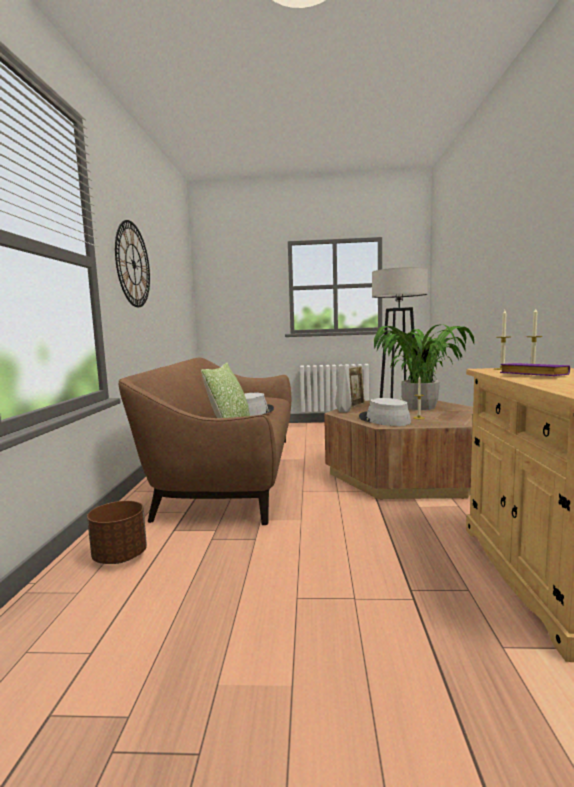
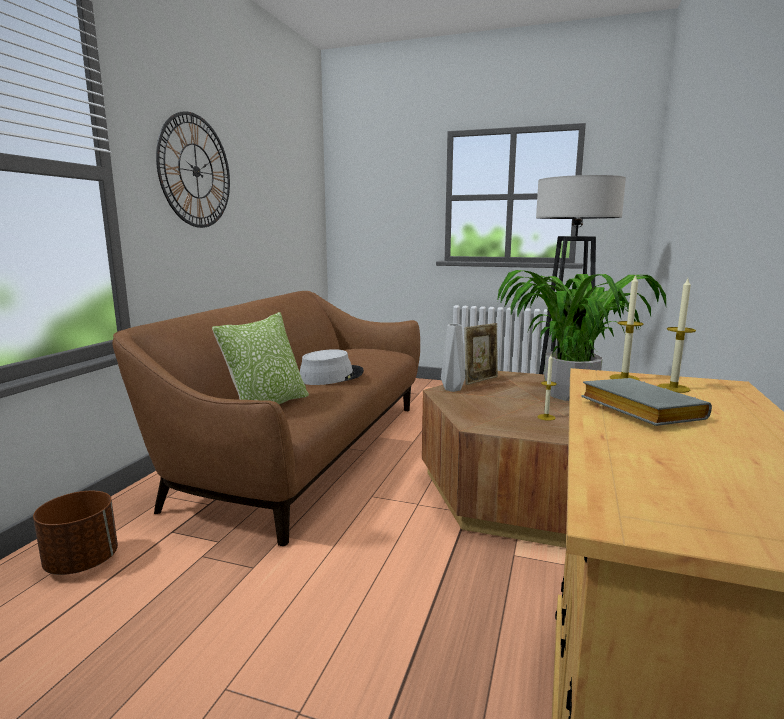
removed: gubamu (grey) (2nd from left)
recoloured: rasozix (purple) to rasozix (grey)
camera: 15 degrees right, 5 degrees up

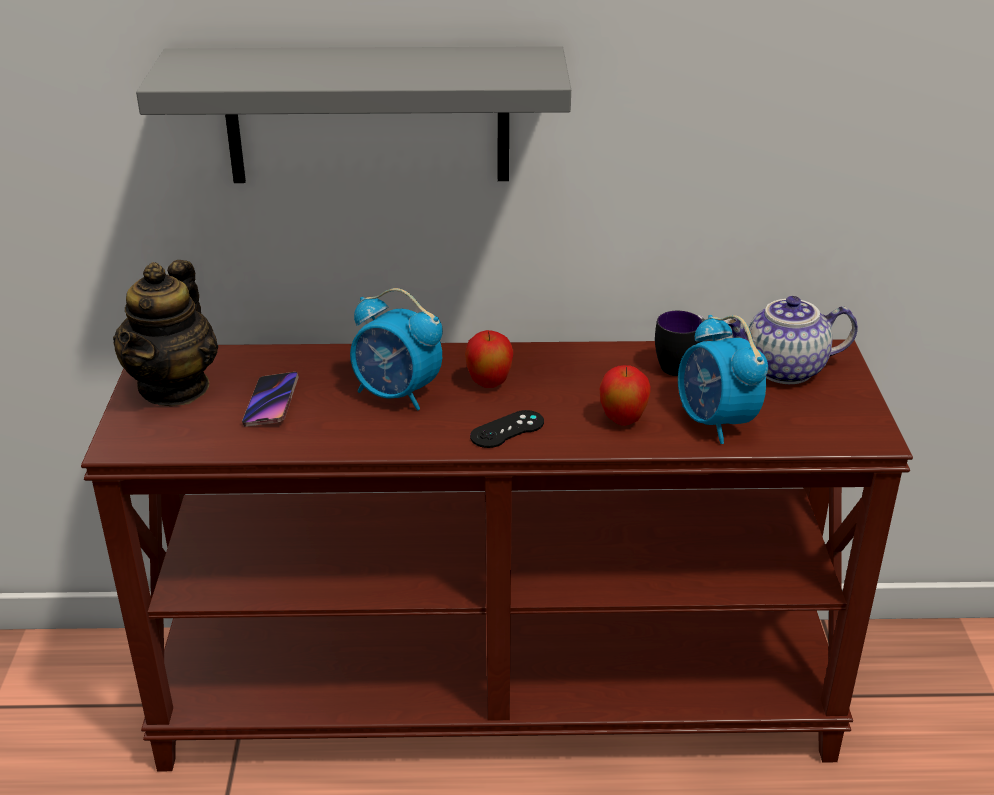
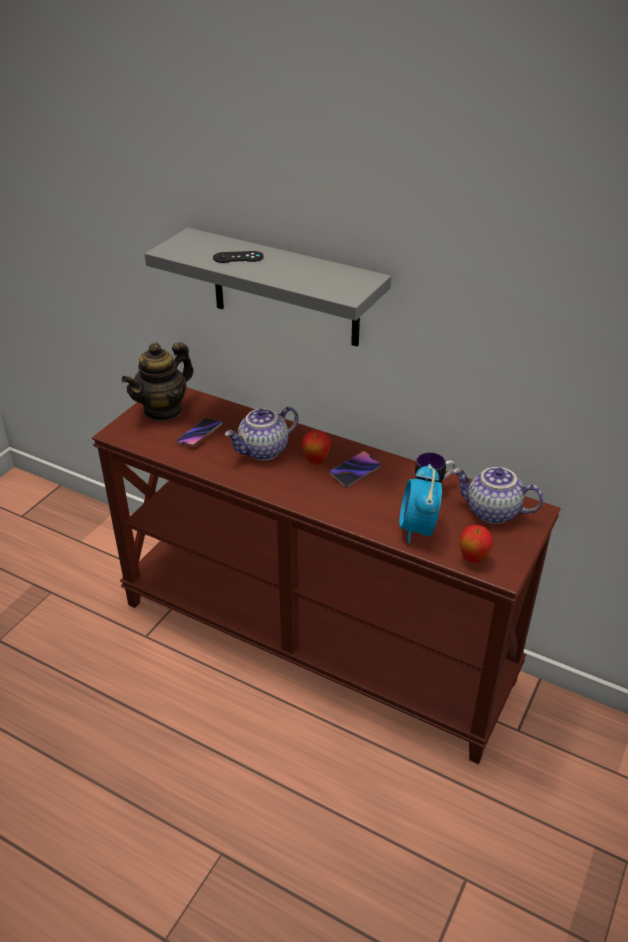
added: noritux (2nd from left)
moved: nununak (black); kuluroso (2nd from left)
replaced: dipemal (1st from left) to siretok (2nd from left)
camera: 30 degrees right, 5 degrees up

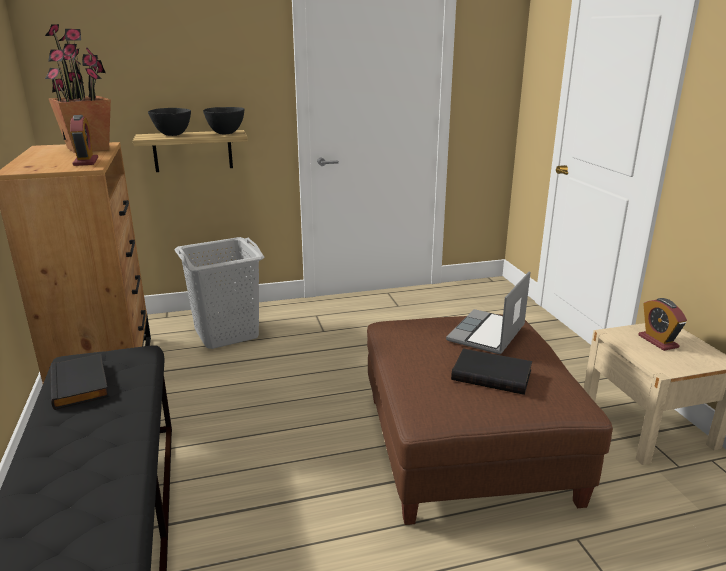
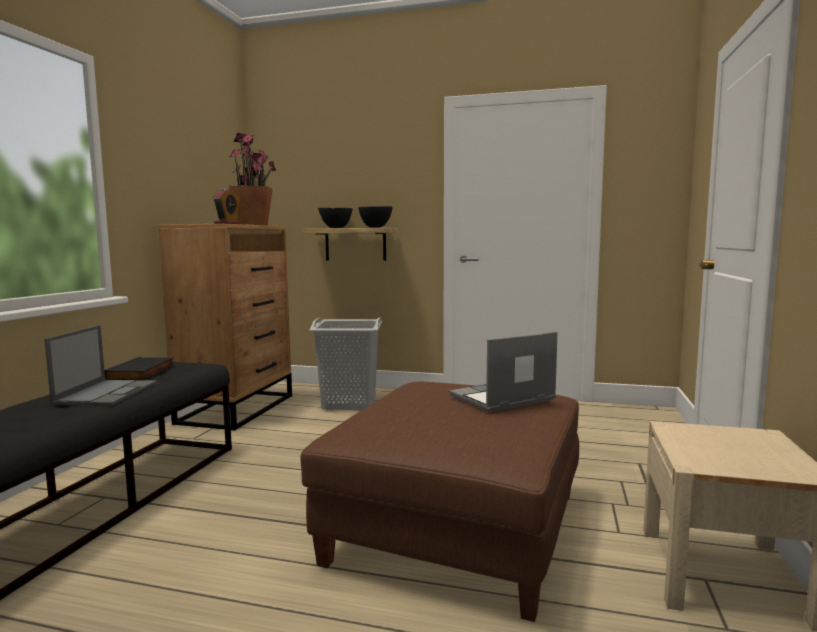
removed: rasozix (black) (2nd from left); dipemal (2nd from left)
added: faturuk (1st from left)
camera: 30 degrees right, 15 degrees down

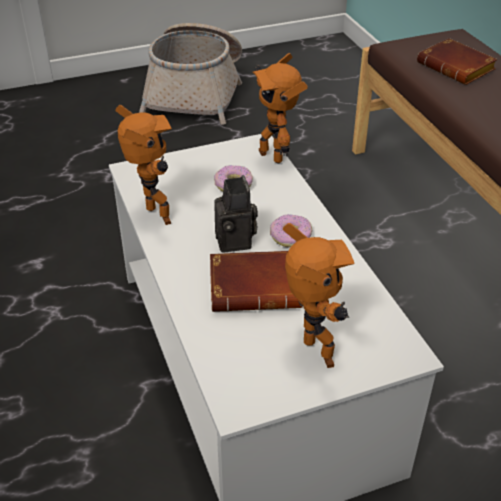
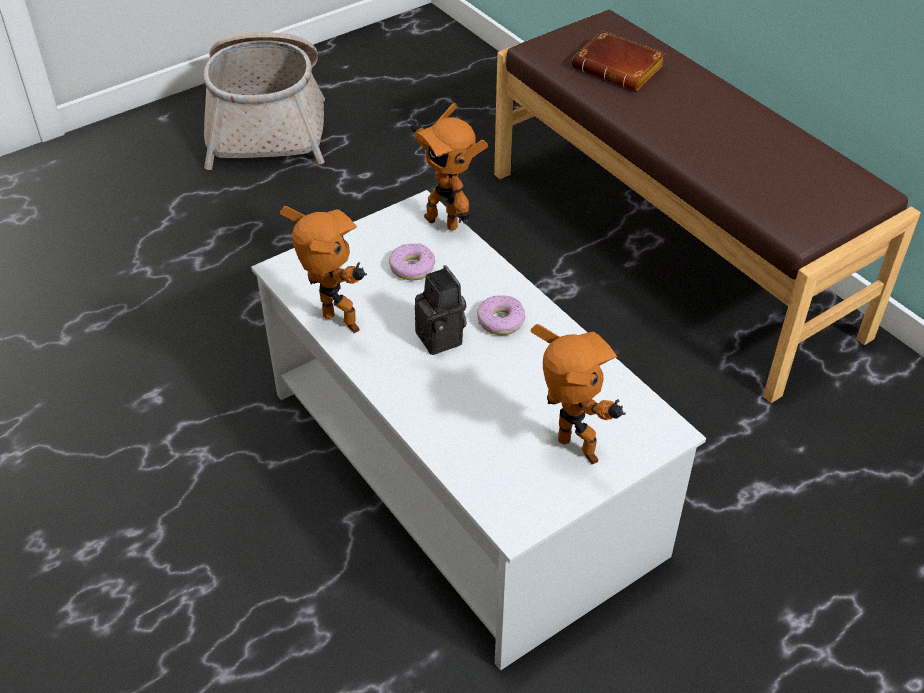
removed: rasozix (brown) (1st from left)
camera: 15 degrees left, 5 degrees up

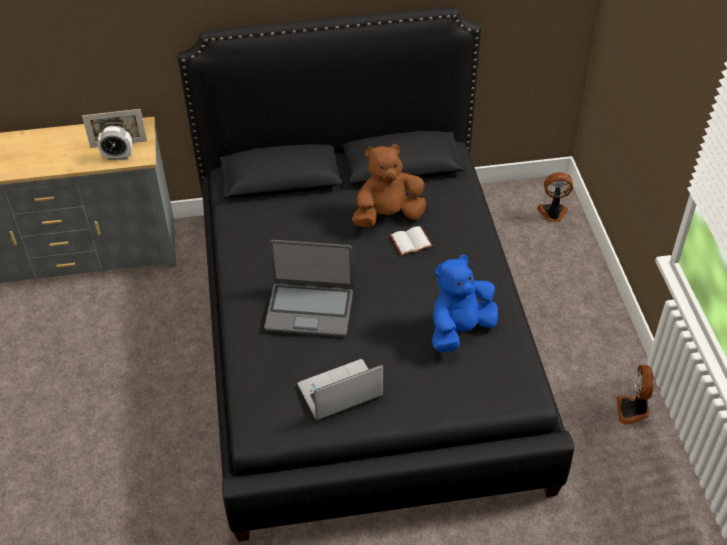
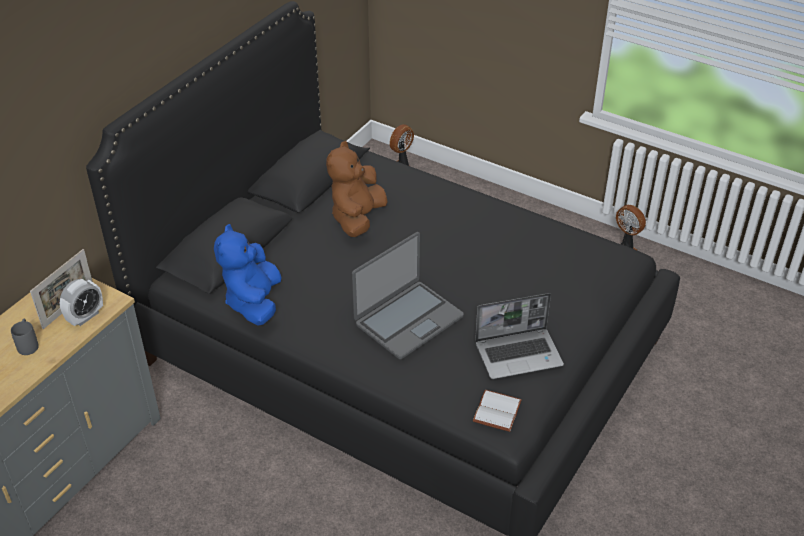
added: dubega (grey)
moved: rasozix (white); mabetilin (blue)
turned: faturuk (2nd from left) 120 degrees counterclockwise
camera: 50 degrees left, 5 degrees down

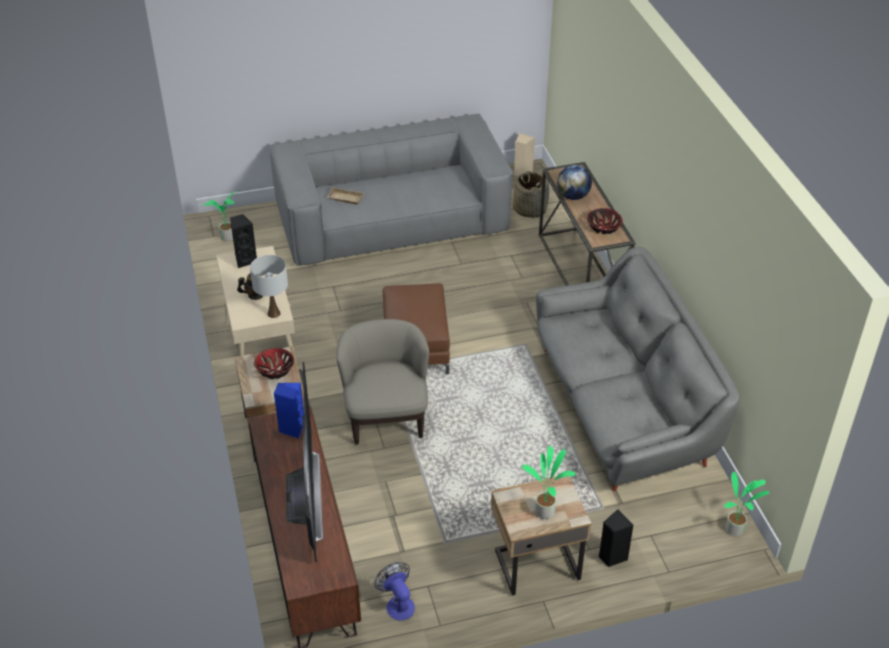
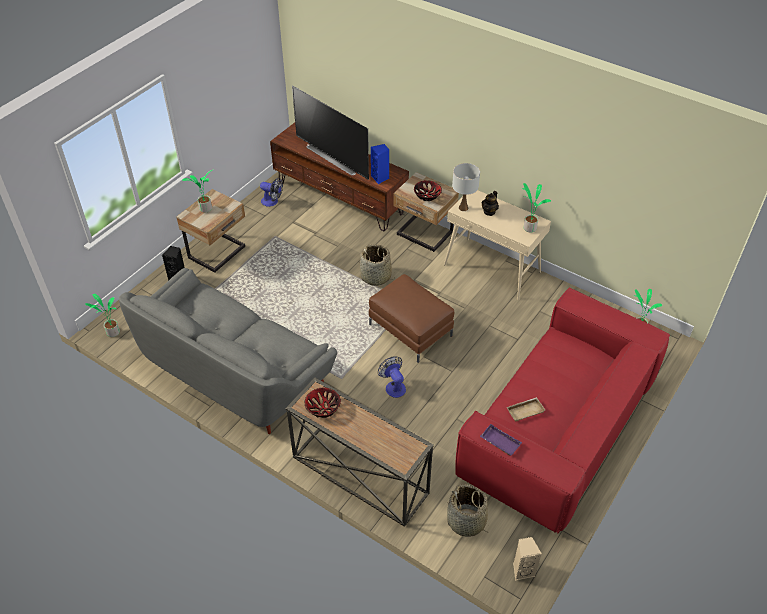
removed: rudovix
added: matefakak (2nd from left); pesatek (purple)
moved: pesatek (beige)
replaced: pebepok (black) (1st from left) to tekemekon (3rd from left); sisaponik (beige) to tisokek (1st from left)
recoloured: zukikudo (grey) (1st from left) to zukikudo (red)
camera: 140 degrees right, 5 degrees up

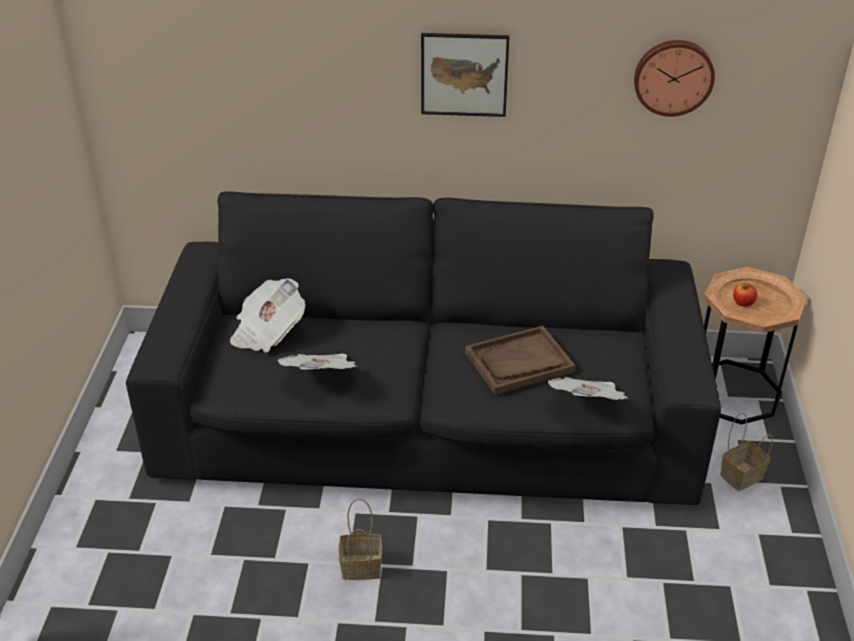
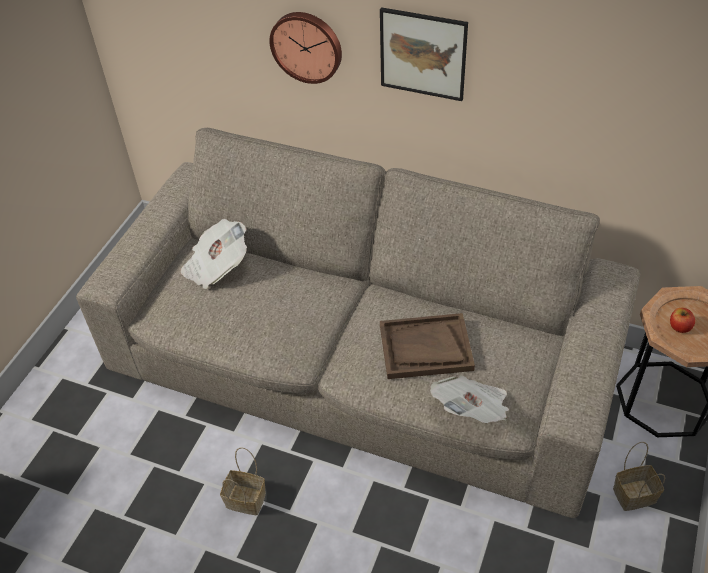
removed: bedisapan (2nd from left)
moved: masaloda
recoloured: zukikudo (black) to zukikudo (beige)
camera: 20 degrees right, 10 degrees up

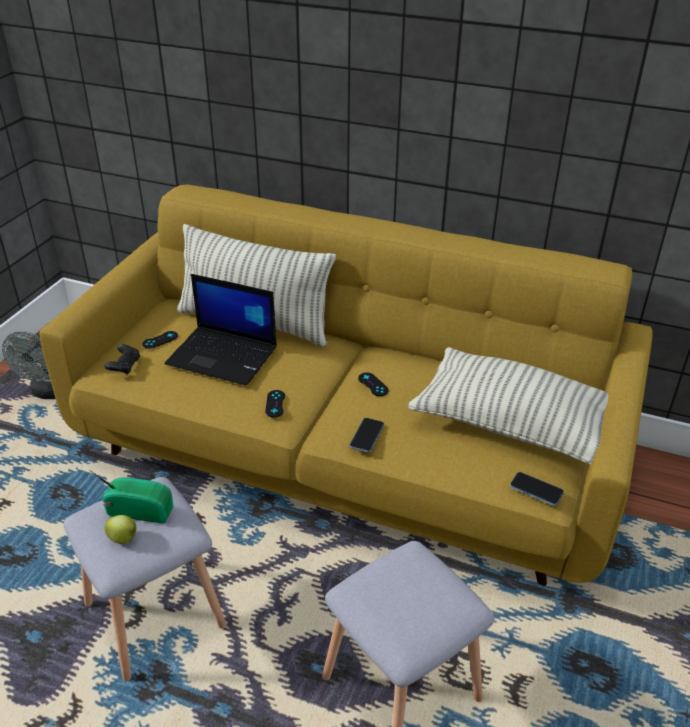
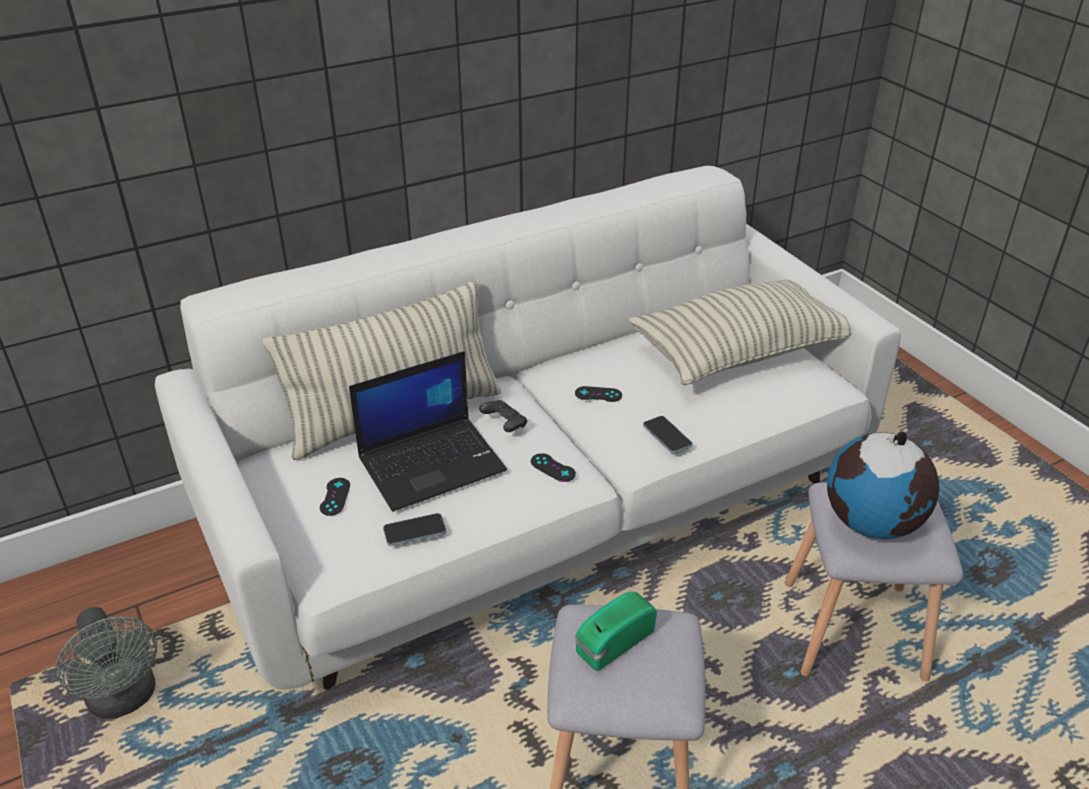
removed: kuluroso
added: rudovix
moved: nununak (black) (1st from left in the first image) to nununak (black) (2nd from left); noritux (2nd from left in the first image) to noritux (1st from left)
recoloured: zukikudo (yellow) to zukikudo (white)
camera: 50 degrees left, 0 degrees up

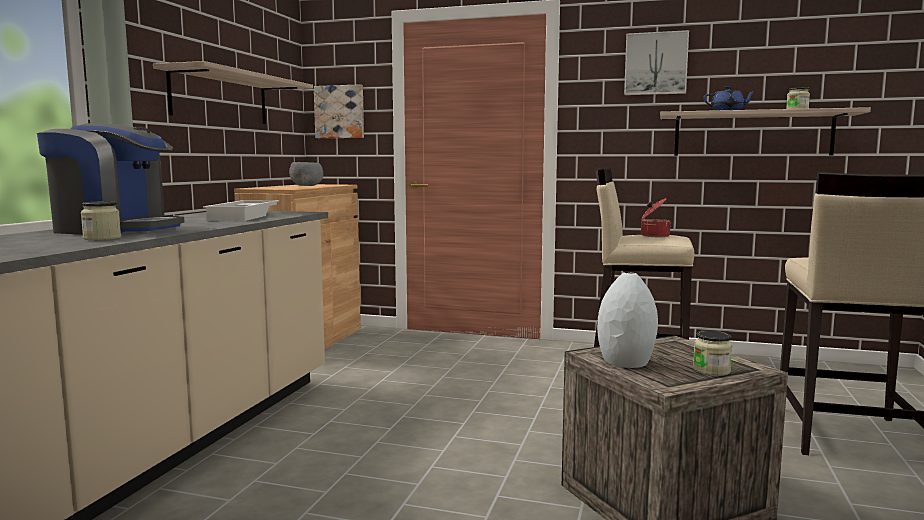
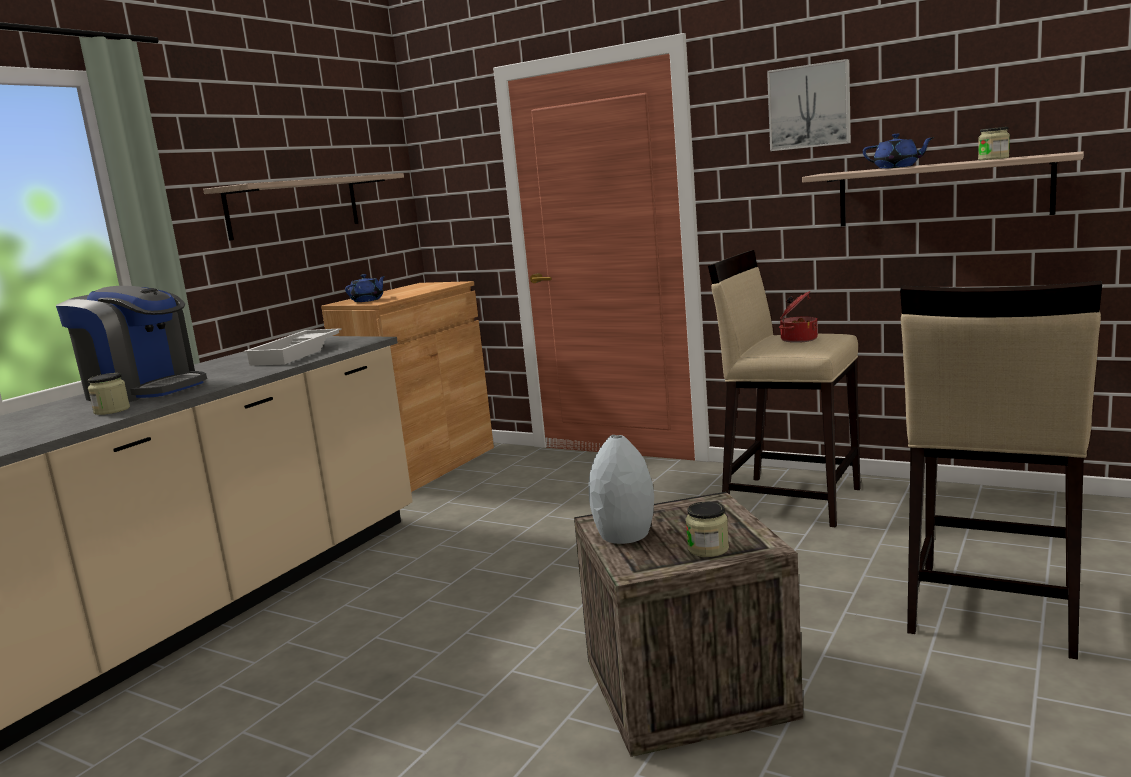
removed: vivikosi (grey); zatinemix (1st from left)
added: siretok (blue) (1st from left)
camera: 15 degrees right, 5 degrees up

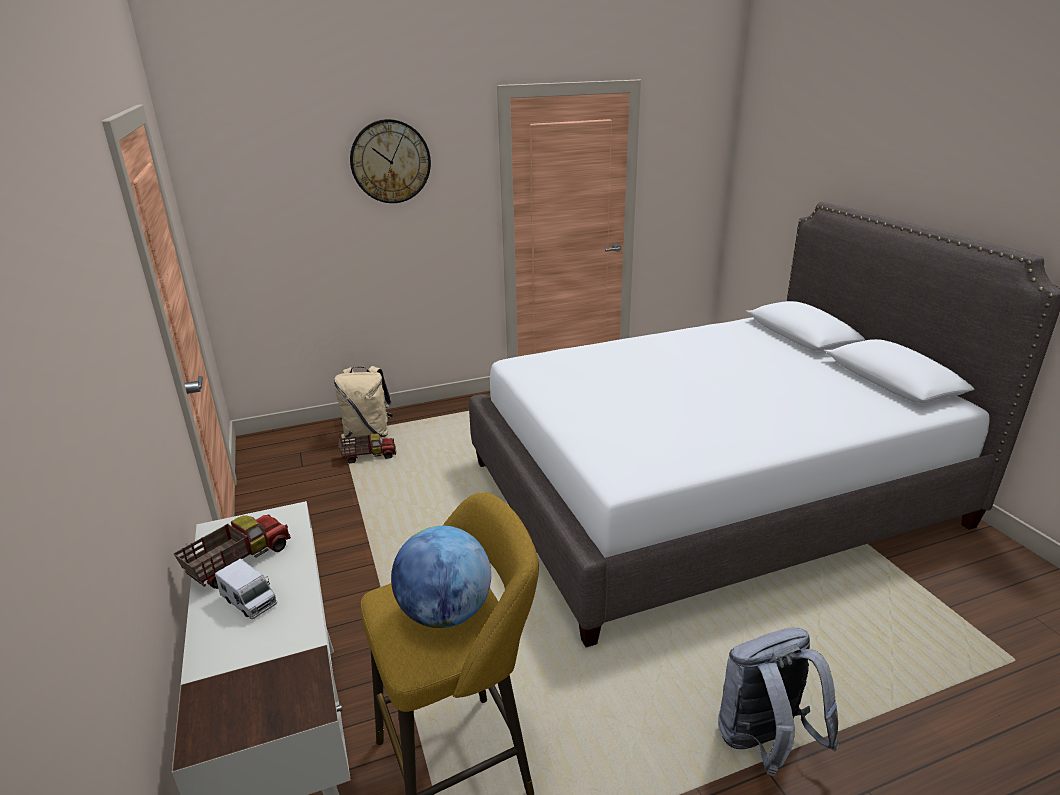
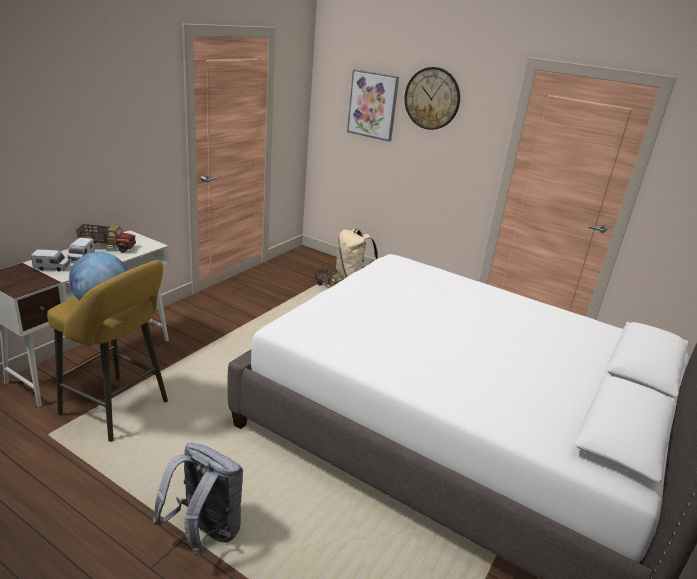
added: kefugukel (1st from left); zatinemix
camera: 50 degrees right, 0 degrees up

